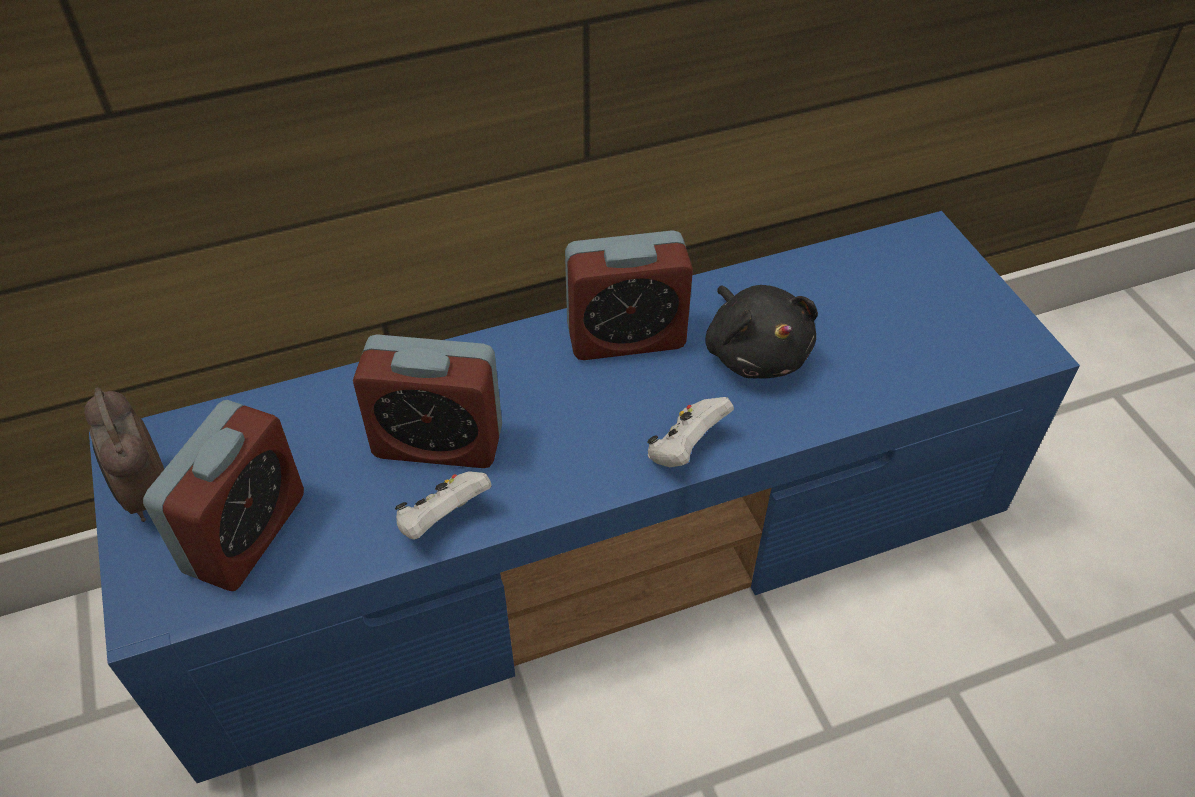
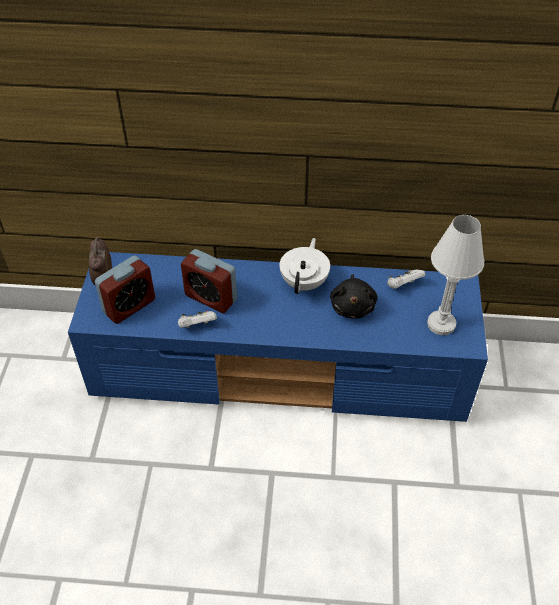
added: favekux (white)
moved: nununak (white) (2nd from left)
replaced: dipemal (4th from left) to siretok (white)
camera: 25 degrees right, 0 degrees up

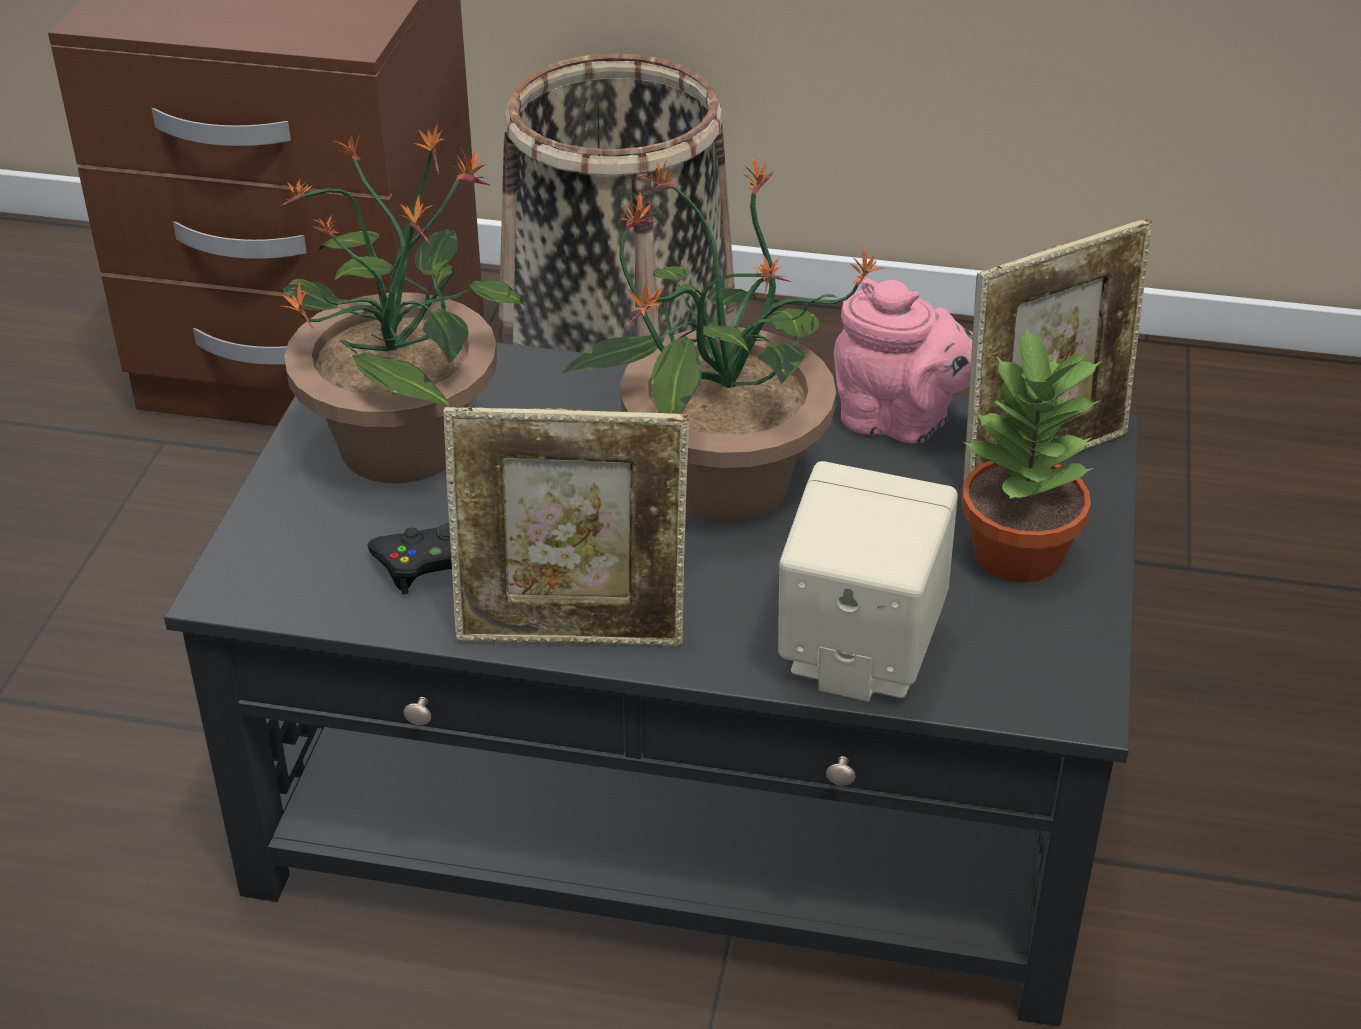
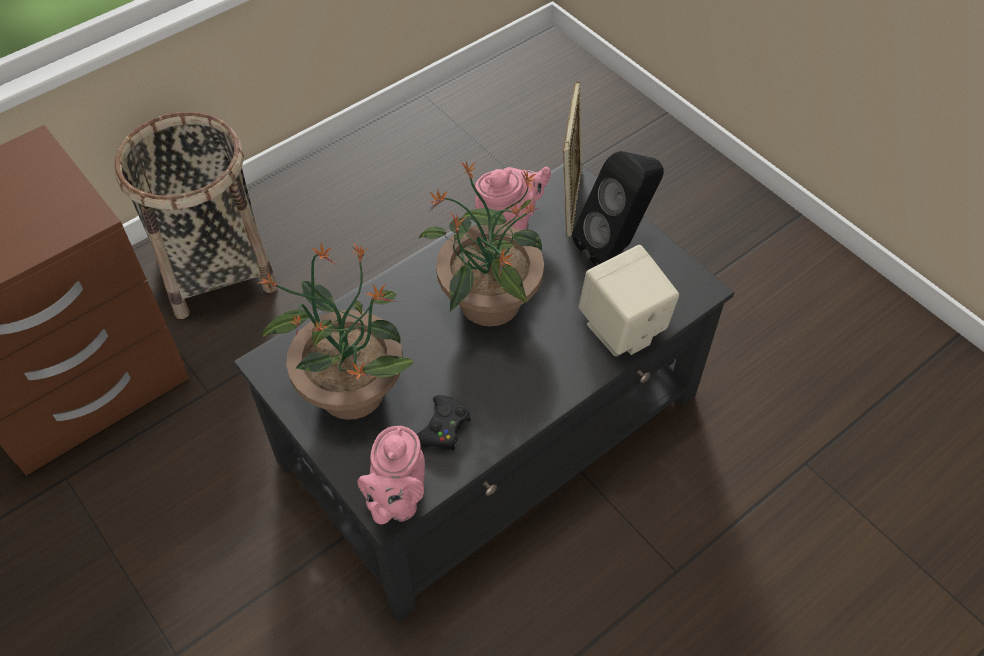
removed: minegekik (1st from left)
added: siretok (pink) (1st from left)
replaced: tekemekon (3rd from left) to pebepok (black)
camera: 50 degrees left, 15 degrees up

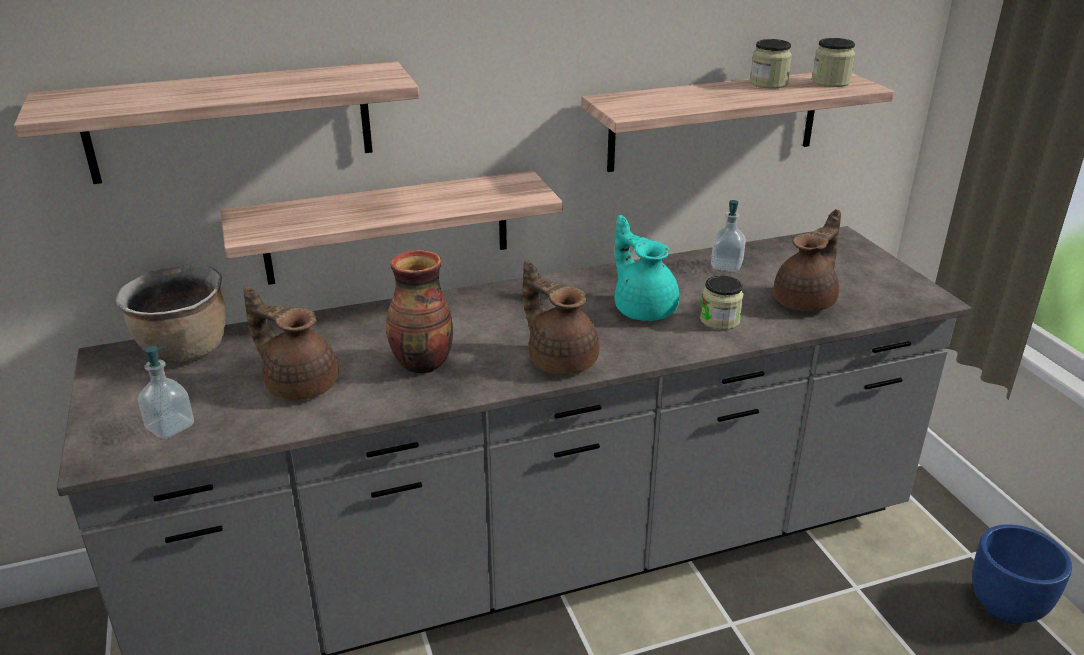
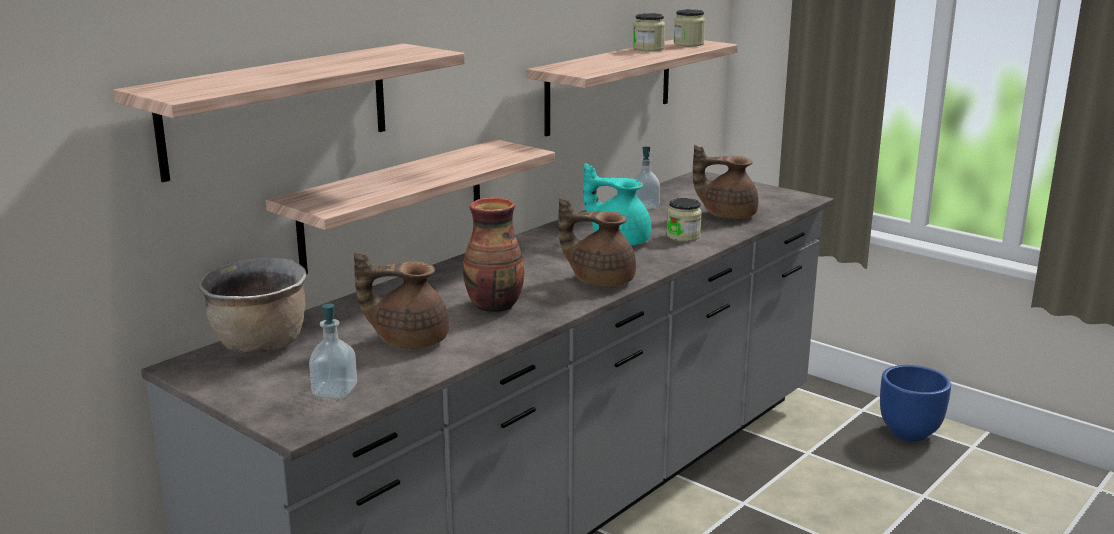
turned: siretok (brown) (3rd from left) 90 degrees counterclockwise
camera: 30 degrees left, 10 degrees down

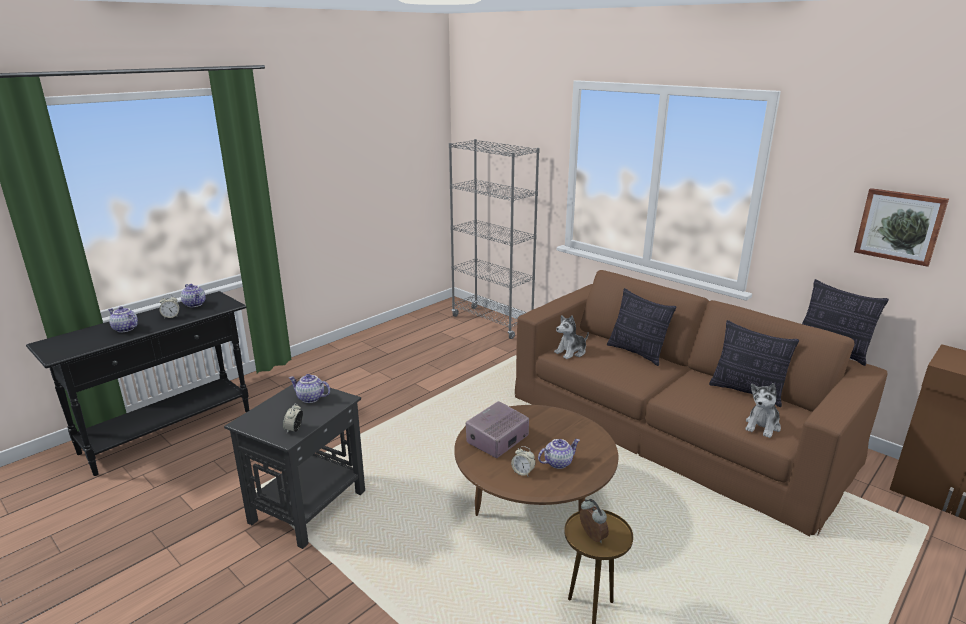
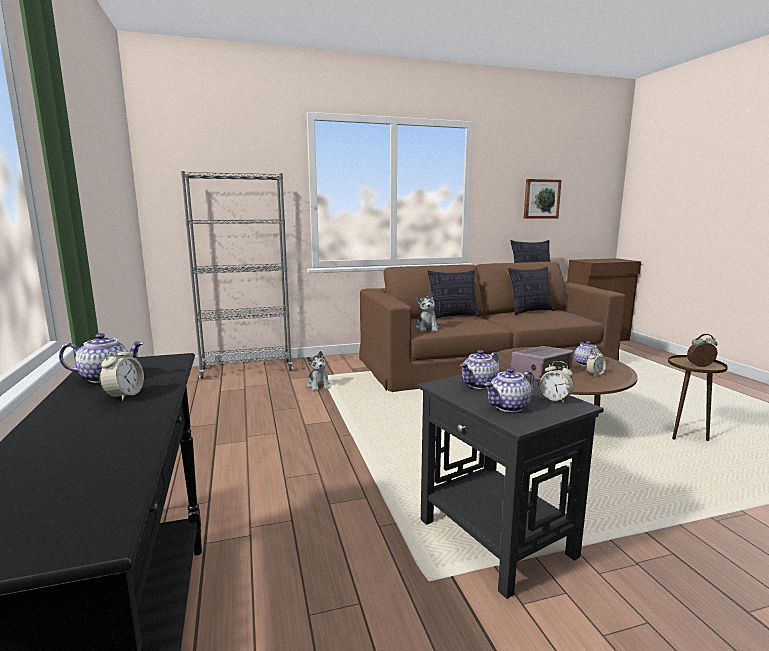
moved: siretok (1st from left in the first image) to siretok (3rd from left); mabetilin (2nd from left in the first image) to mabetilin (1st from left)
turned: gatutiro 105 degrees counterclockwise
camera: 60 degrees left, 10 degrees down

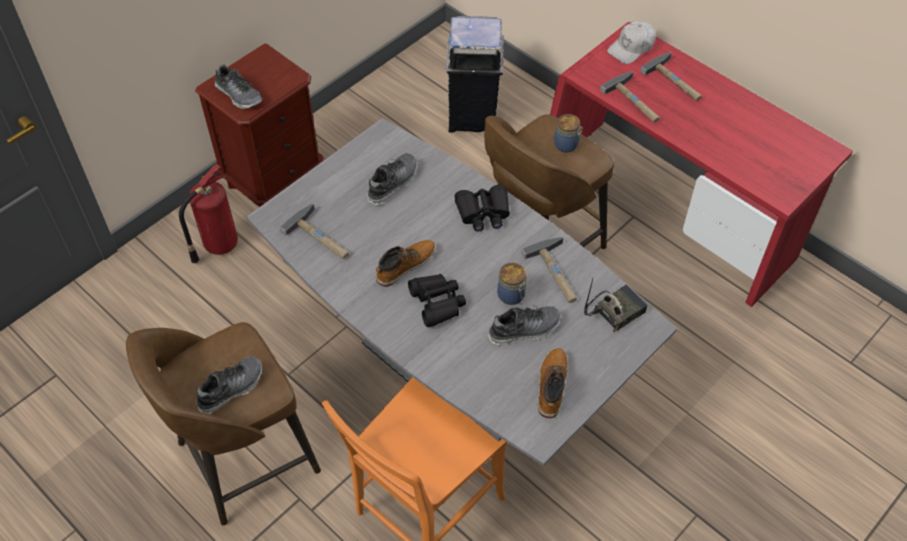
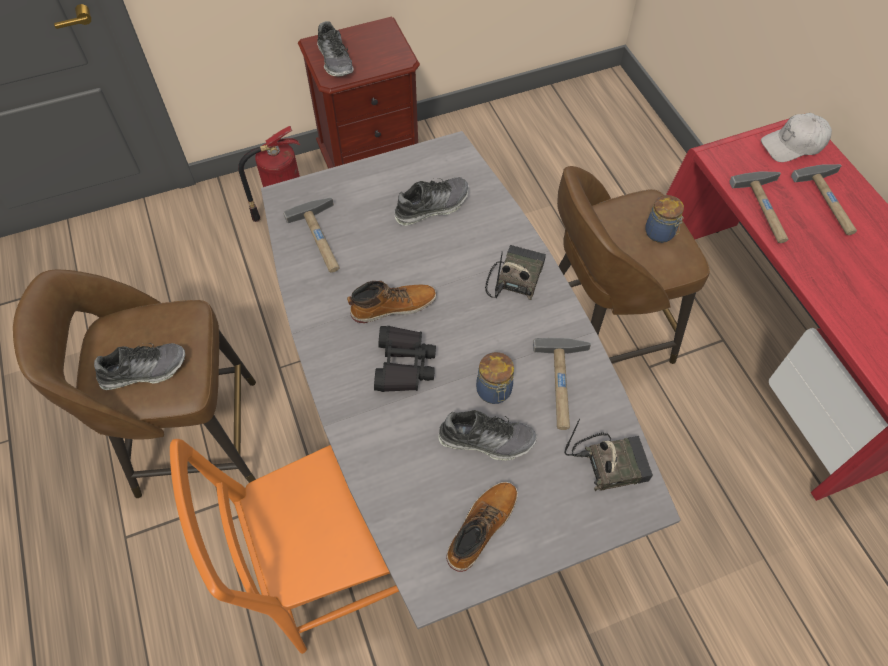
removed: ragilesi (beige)
replaced: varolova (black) (2nd from left) to gatutiro (1st from left)
camera: 25 degrees right, 5 degrees up

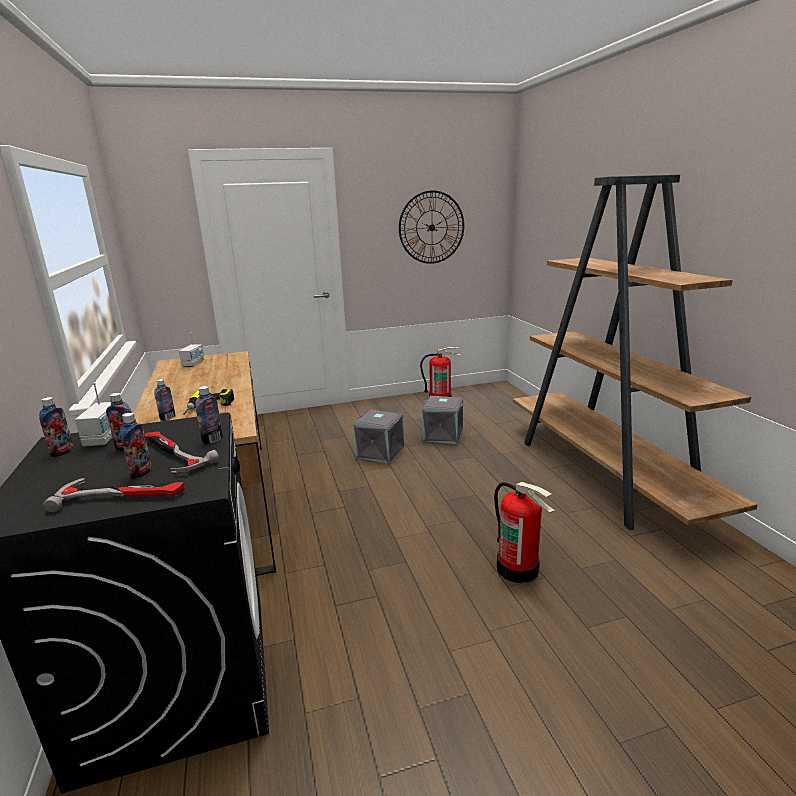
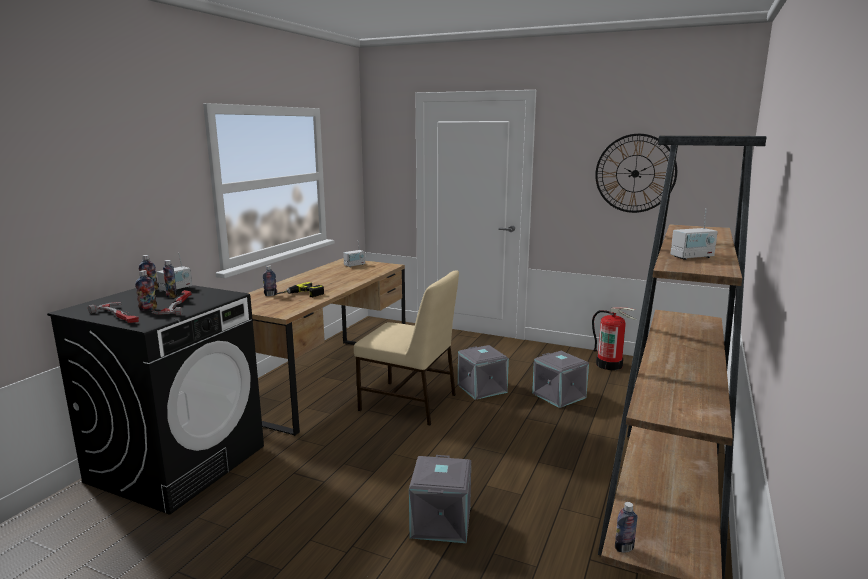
added: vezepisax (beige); gatutiro (3rd from left)
moved: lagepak (5th from left)
replaced: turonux (2nd from left) to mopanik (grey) (1st from left)
camera: 40 degrees right, 5 degrees down

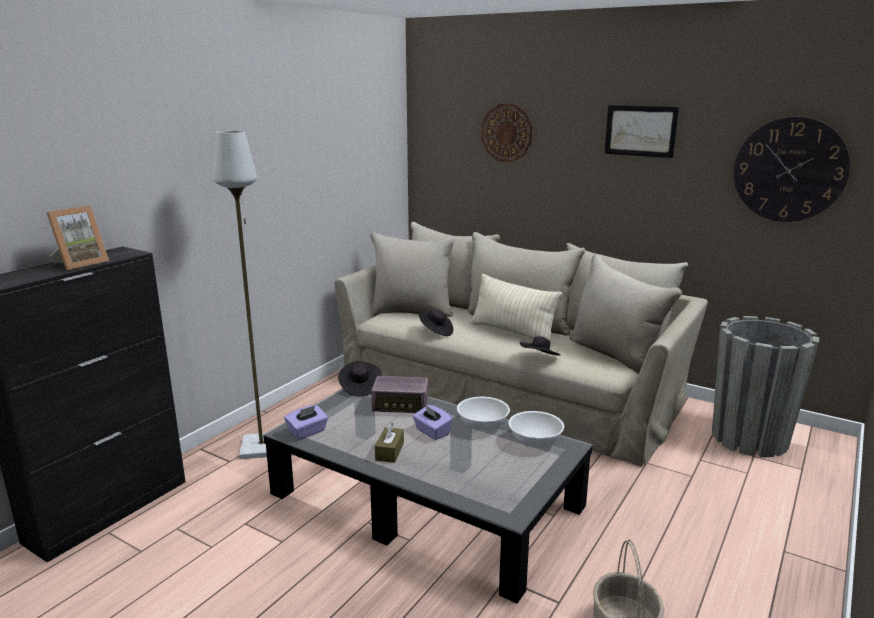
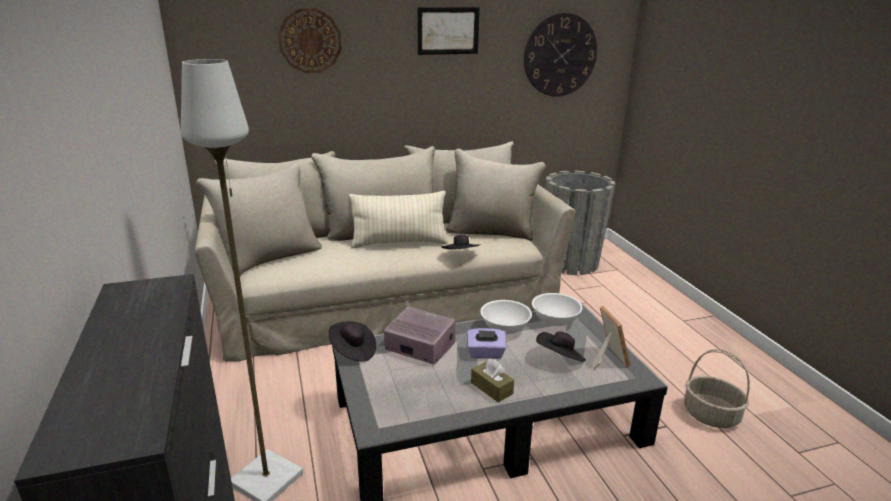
removed: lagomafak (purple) (1st from left)
moved: minegekik; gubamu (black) (2nd from left in the first image) to gubamu (black) (3rd from left)
turned: gatutiro 105 degrees counterclockwise
camera: 50 degrees left, 5 degrees up

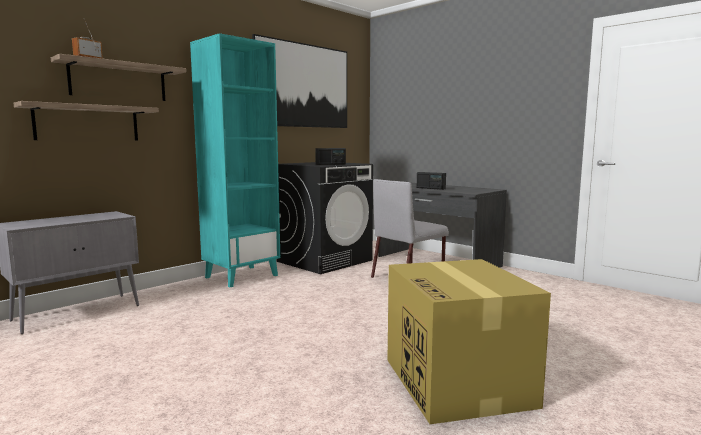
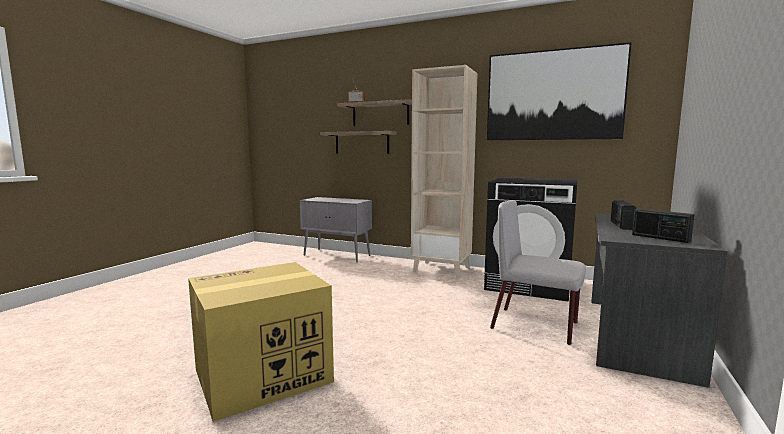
moved: gatutiro (2nd from left in the first image) to gatutiro (3rd from left)
recoloured: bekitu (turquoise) to bekitu (beige)
camera: 70 degrees right, 0 degrees up

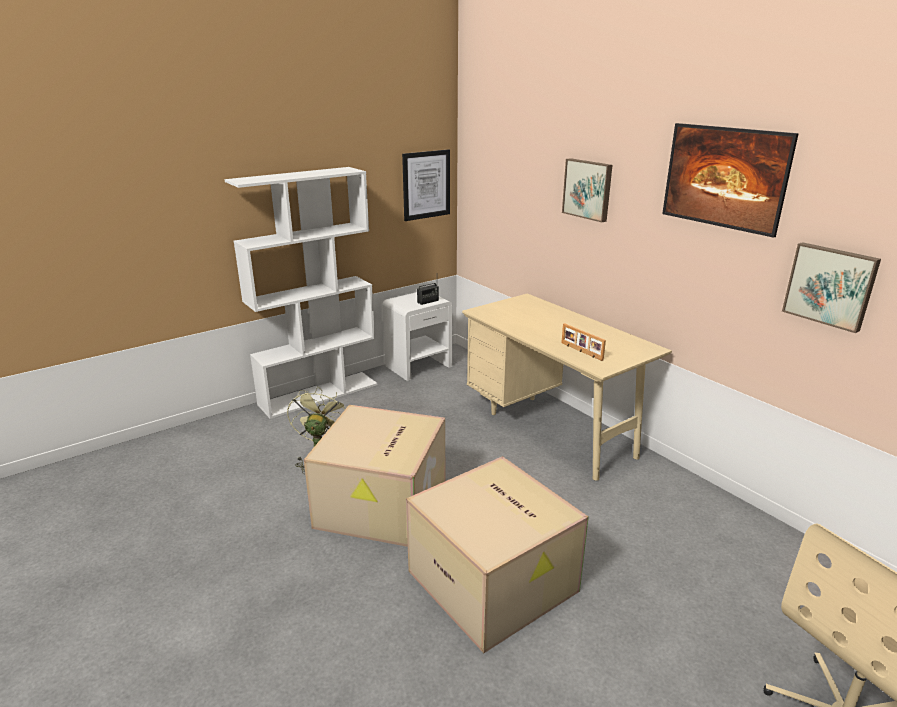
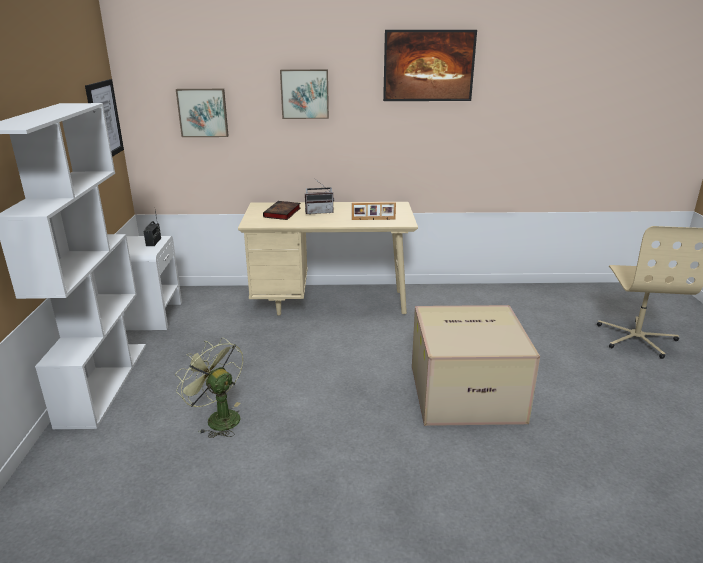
removed: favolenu (1st from left)
added: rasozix; gatutiro (2nd from left)
moved: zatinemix (4th from left in the first image) to zatinemix (2nd from left)
camera: 55 degrees left, 0 degrees up

